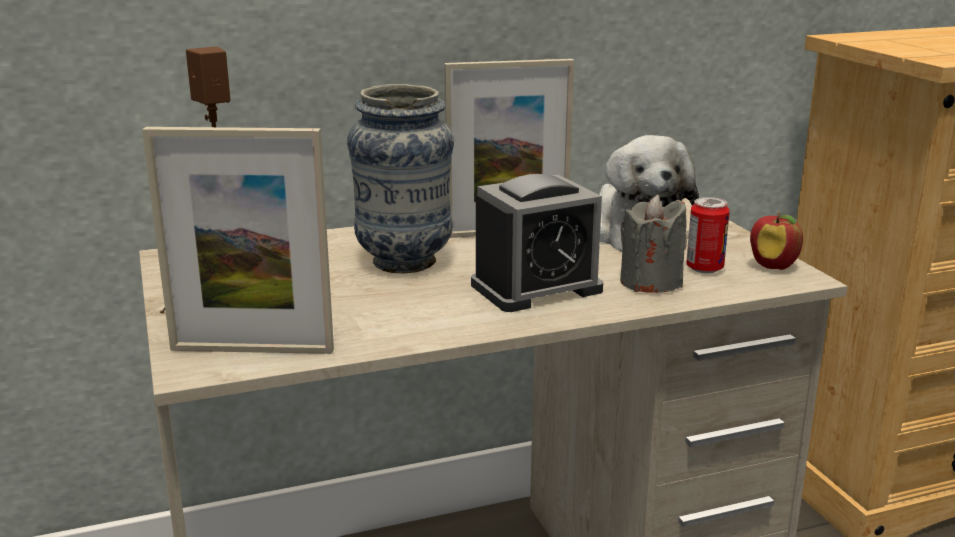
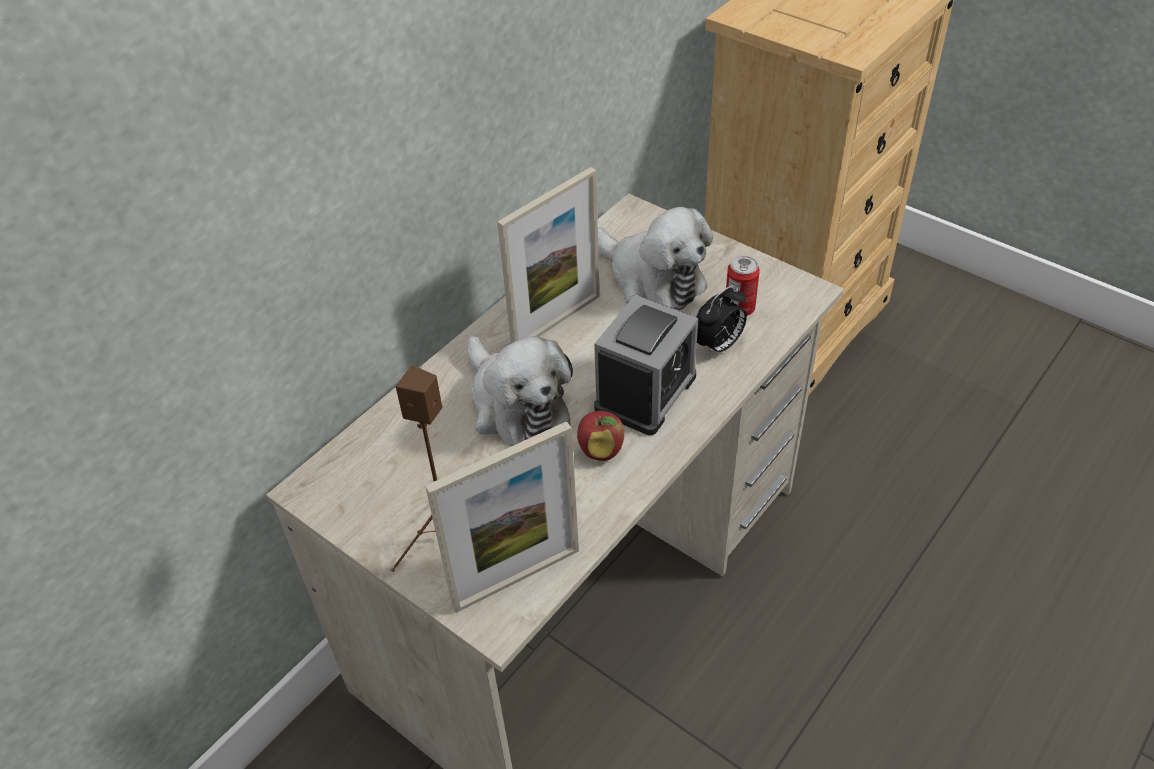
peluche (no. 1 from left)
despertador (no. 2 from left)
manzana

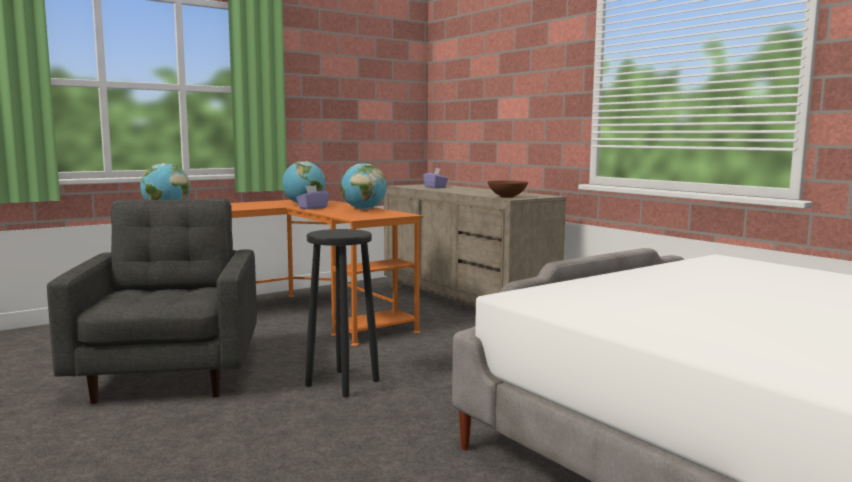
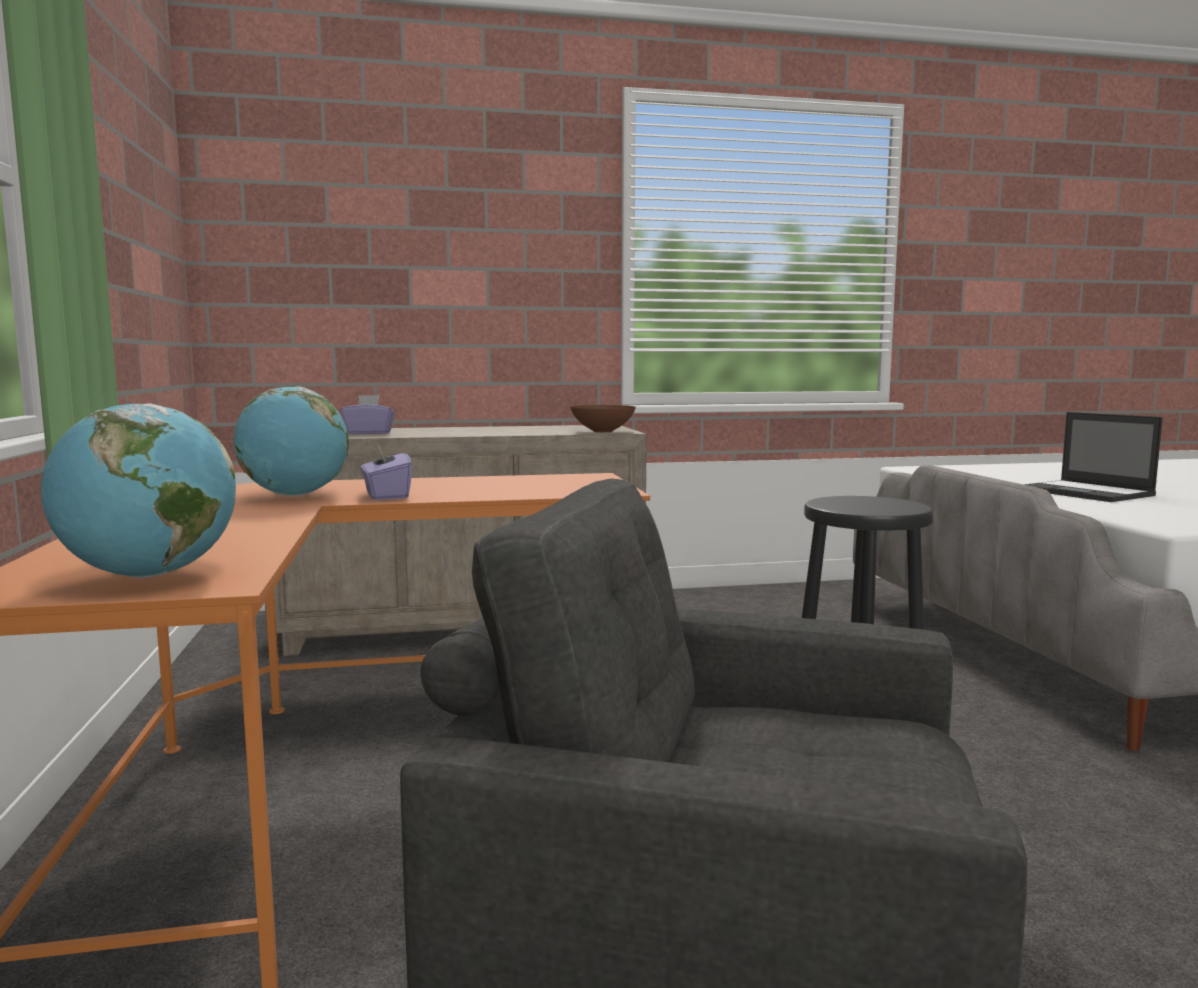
globo terráqueo (no. 3 from left in the first image)
portátil

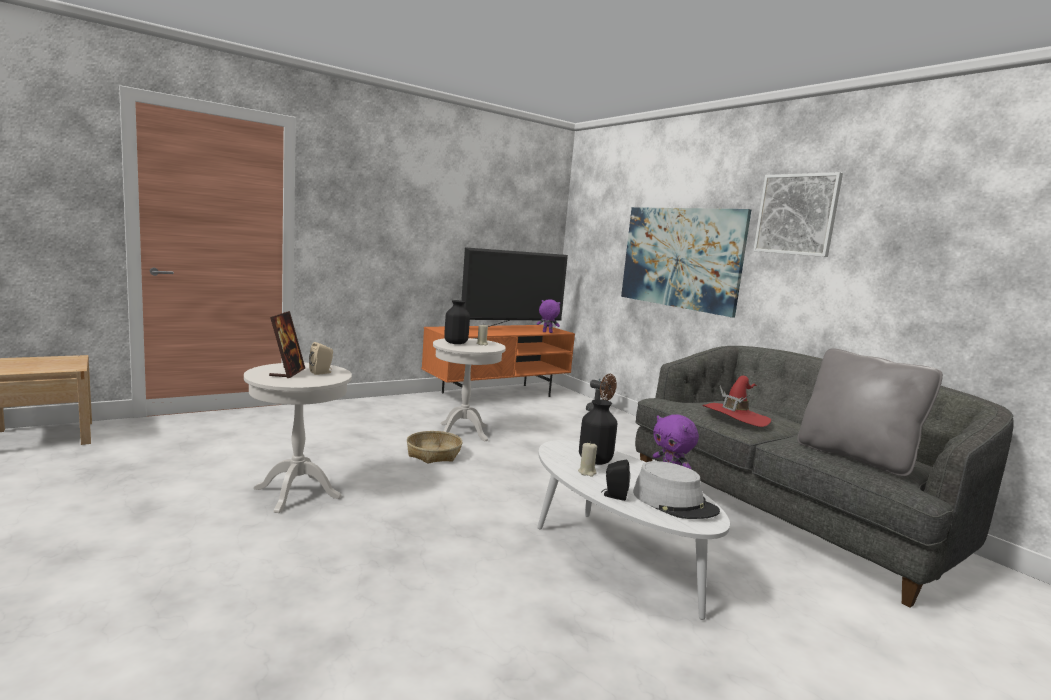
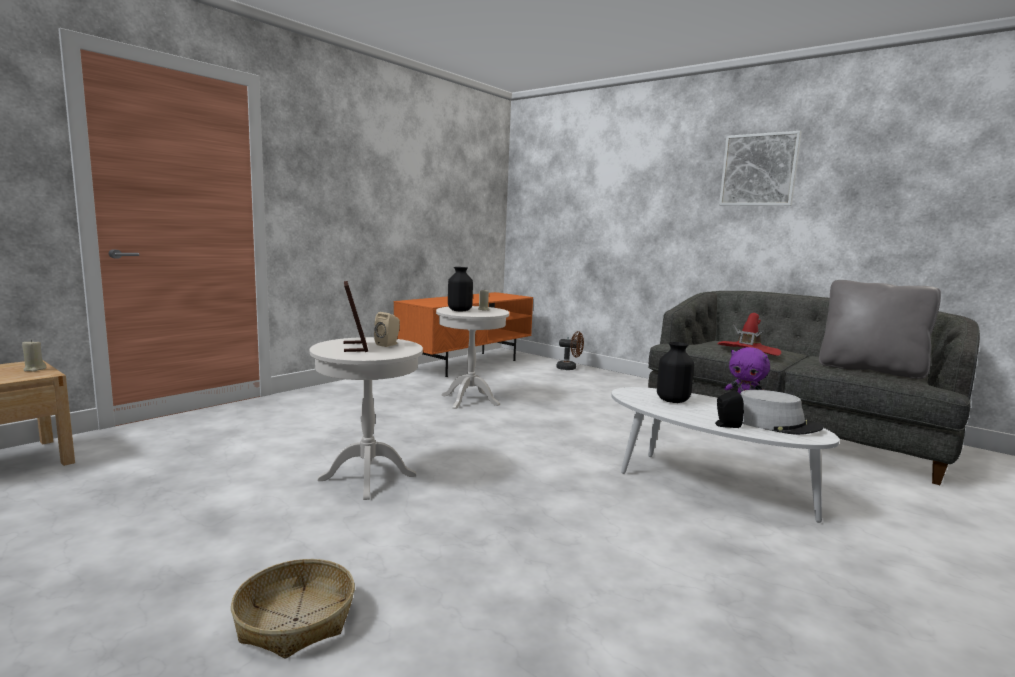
cuadro (no. 1 from left in the first image)
televisor
peluche (morado) (no. 1 from left in the first image)
cesta
vela (beis) (no. 1 from left)

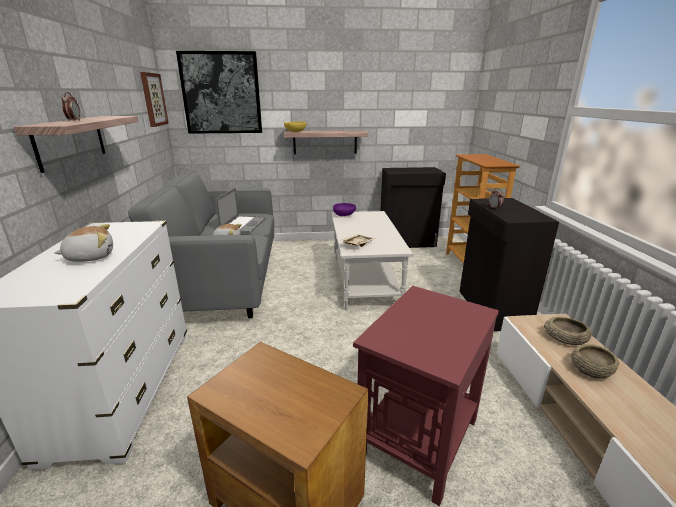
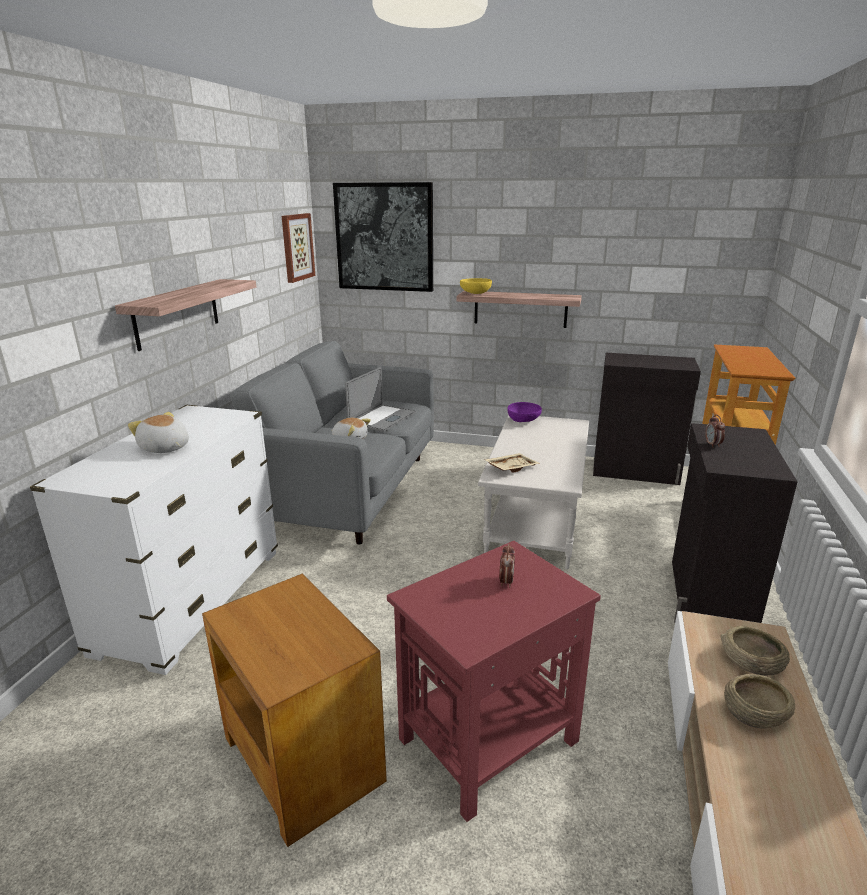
despertador (no. 1 from left)
peluche (no. 1 from left)

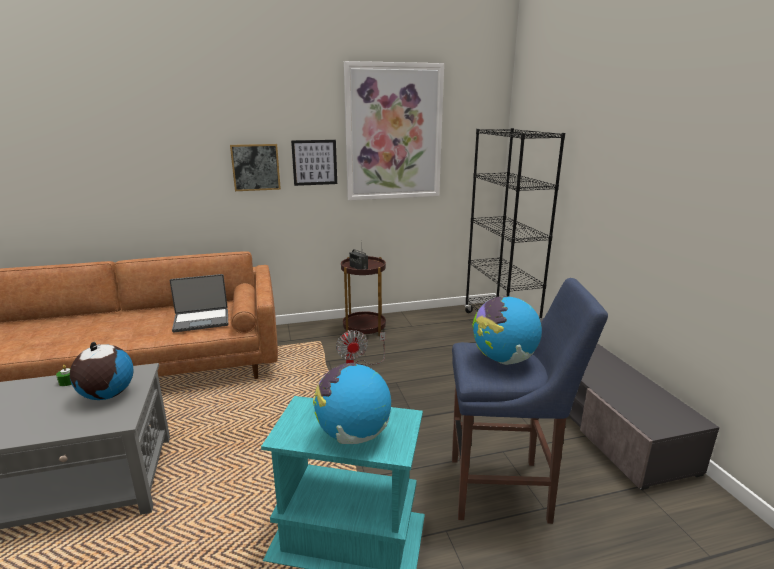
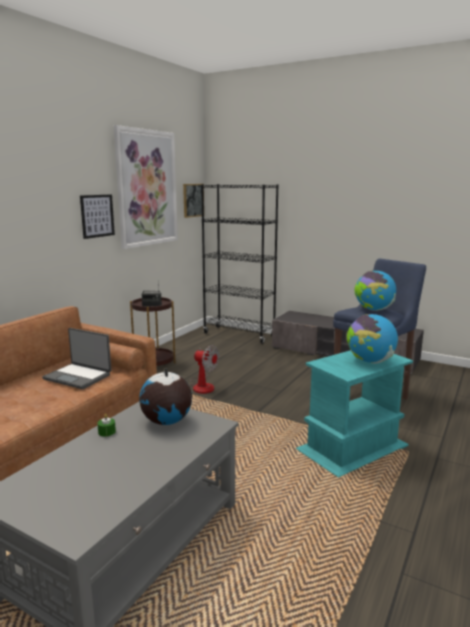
cuadro (no. 3 from left)
portátil

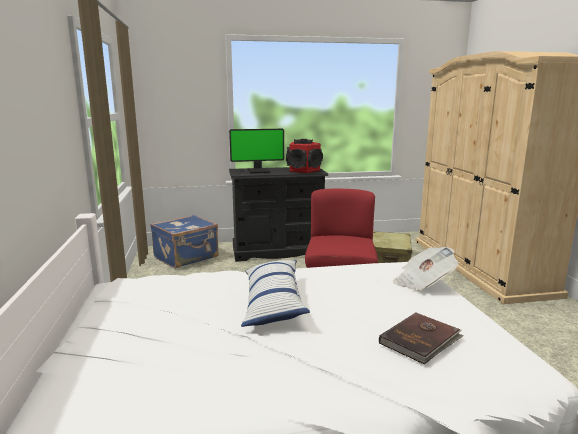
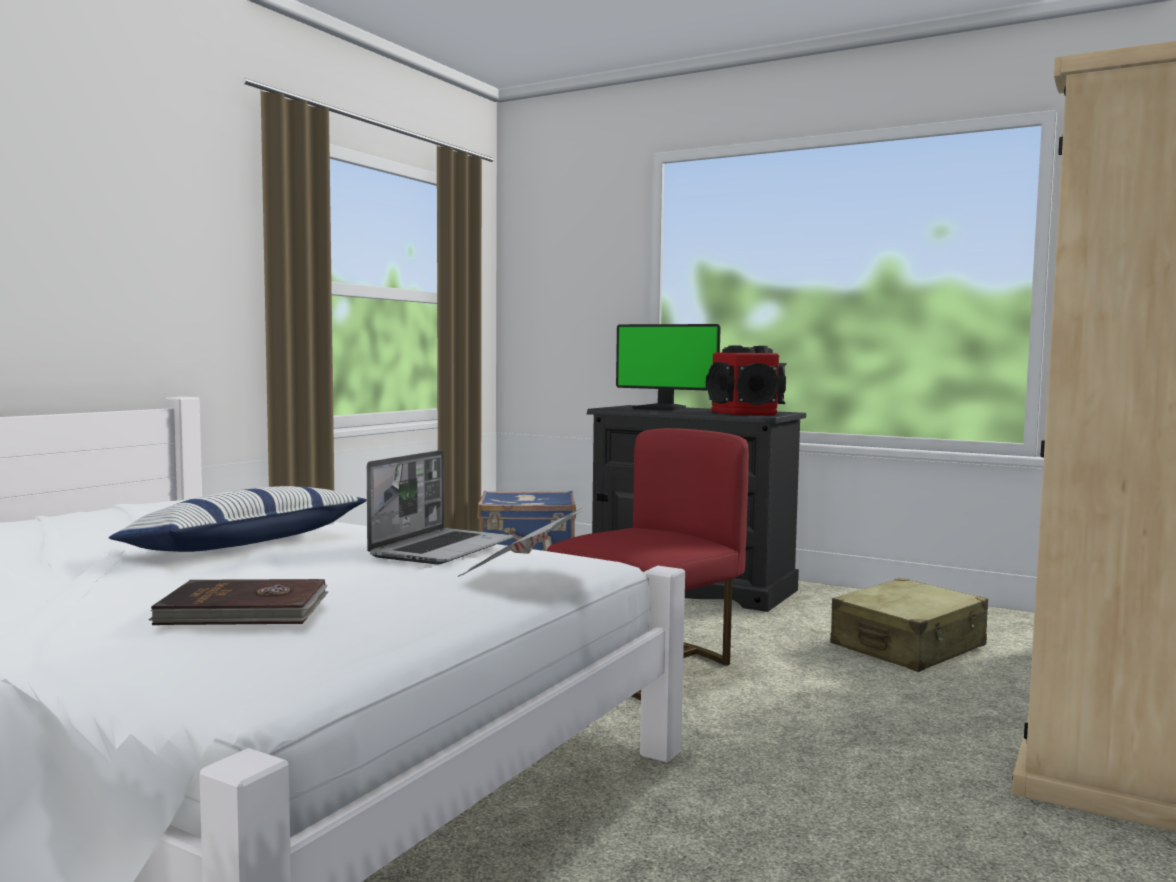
portátil

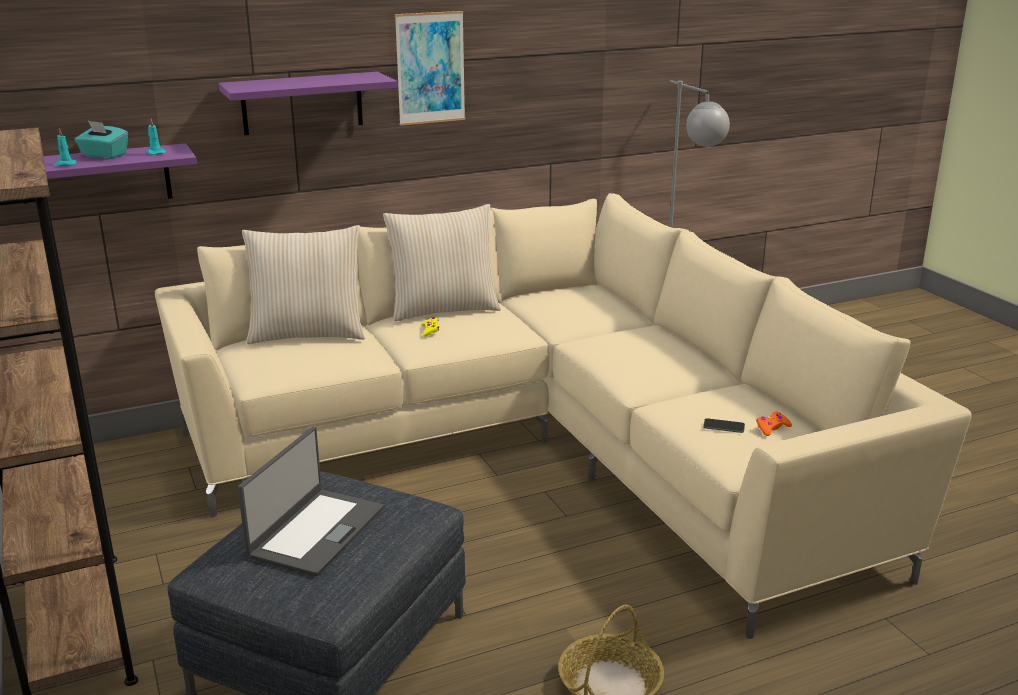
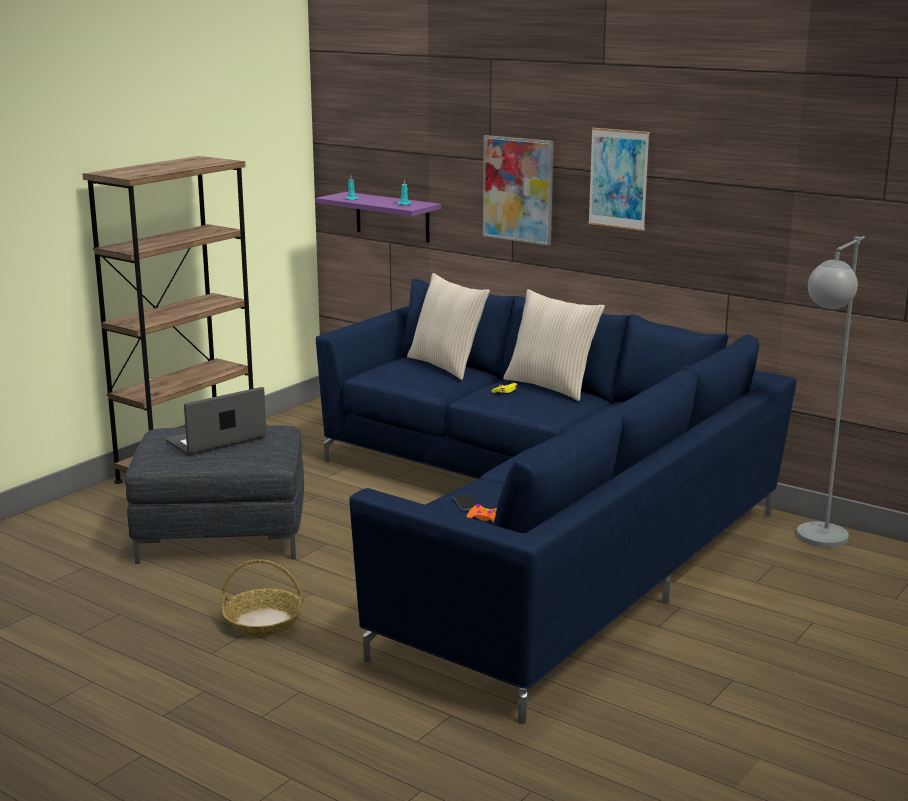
cuadro (no. 1 from left)
caja de pañuelos (turquesa)
sofá (azul)
portátil

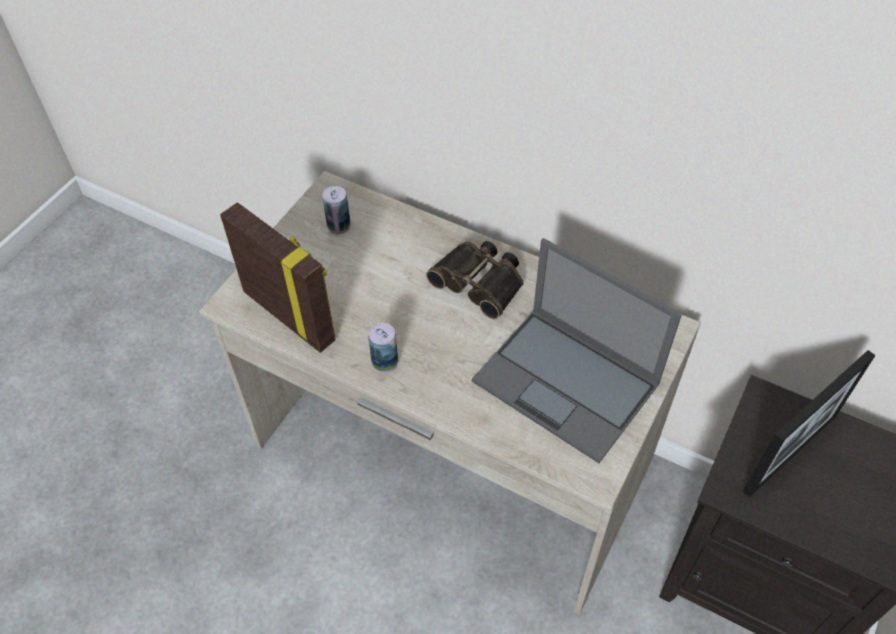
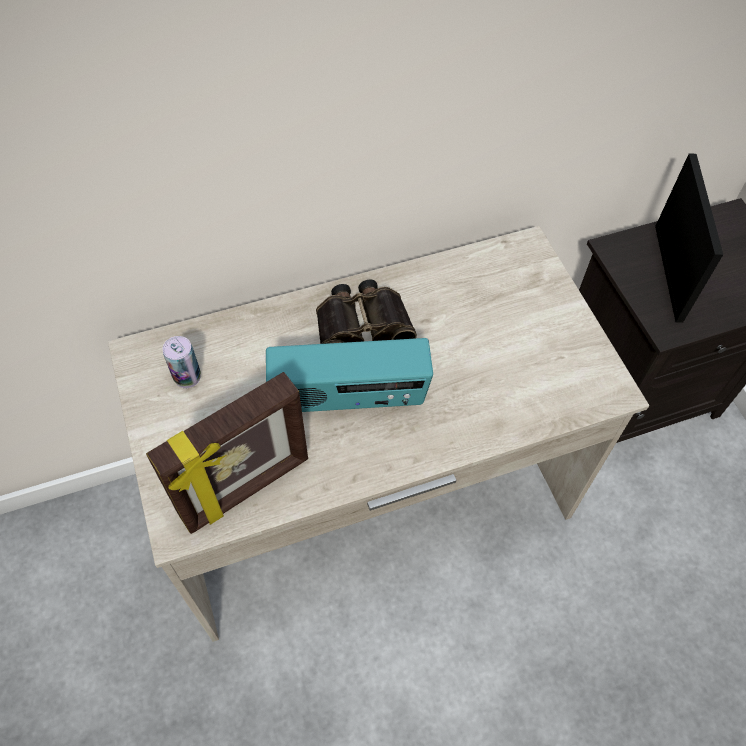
portarretratos (no. 1 from left)
portátil
lata (no. 2 from left in the first image)
radio

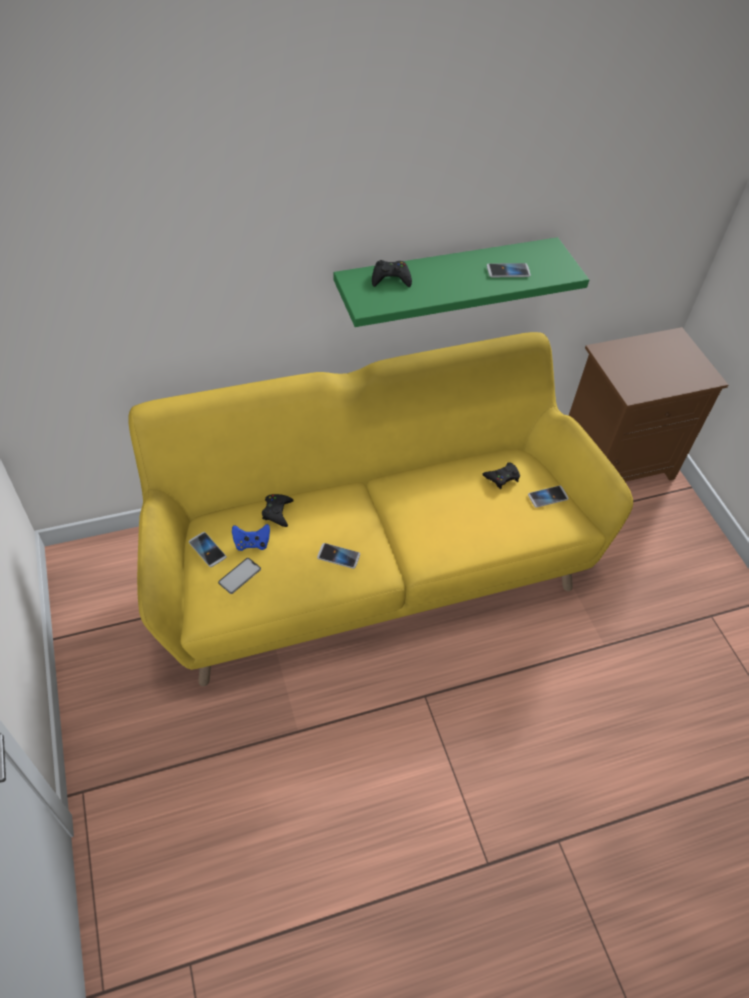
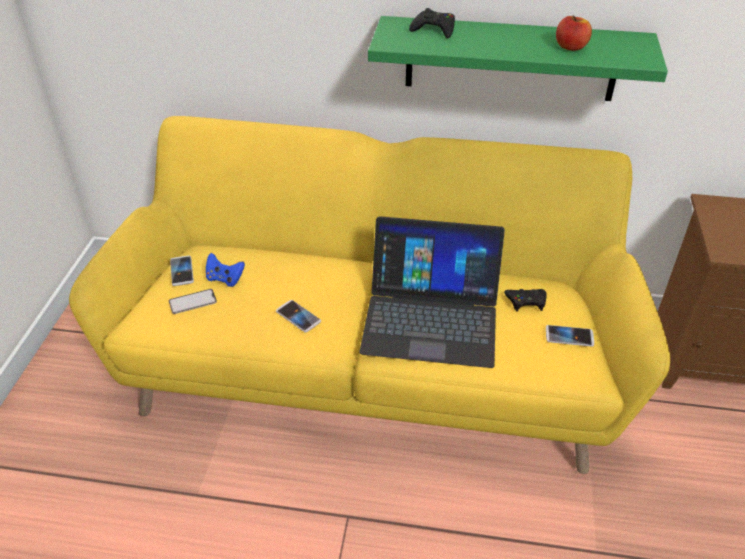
manzana
mando de consola (negro) (no. 1 from left in the first image)
portátil

